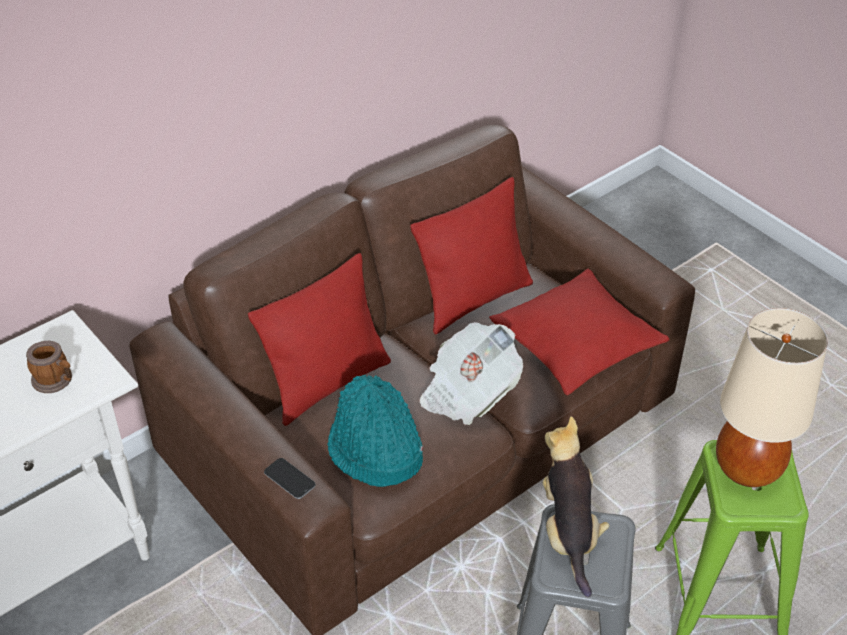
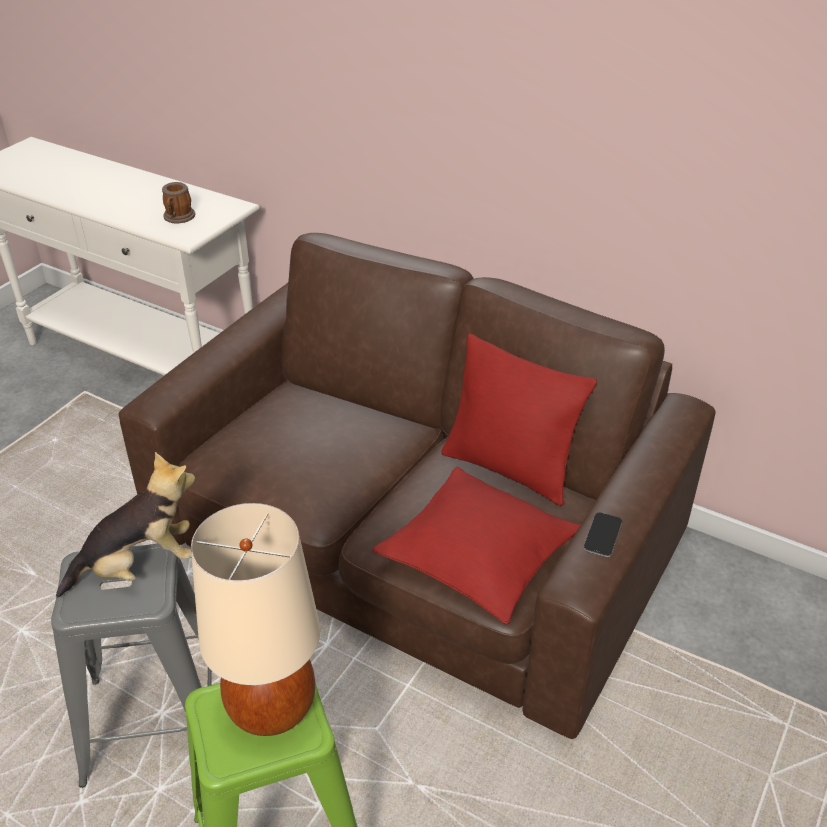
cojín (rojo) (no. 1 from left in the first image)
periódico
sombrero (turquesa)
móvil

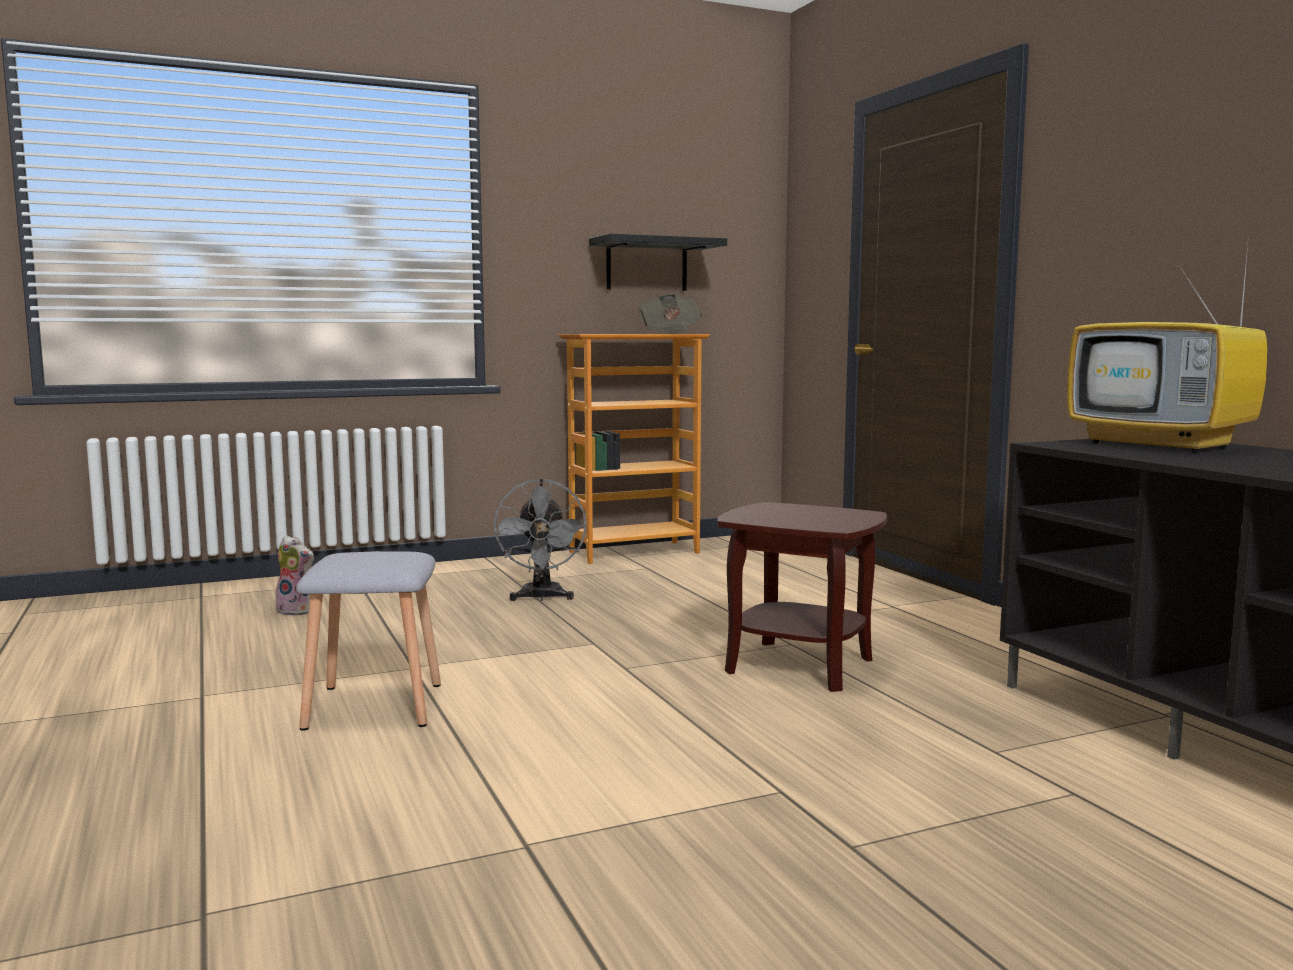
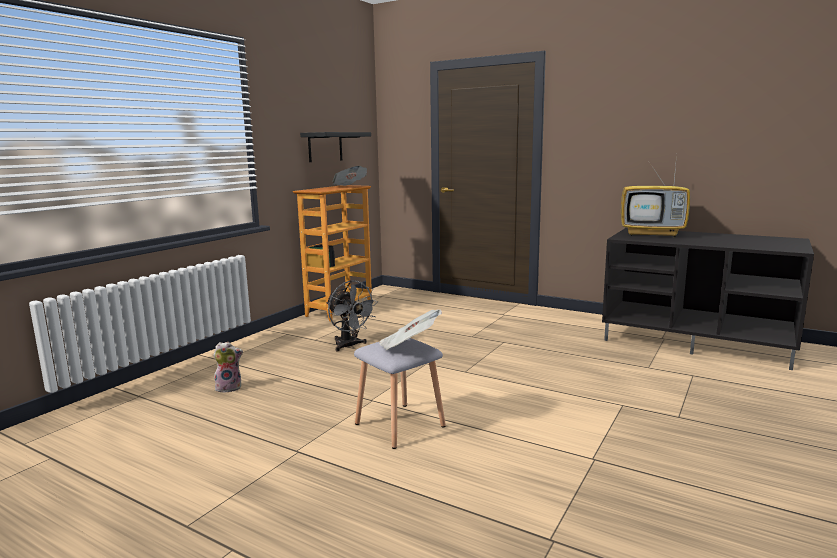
mesa auxiliar (marrón)
periódico (no. 2 from left)

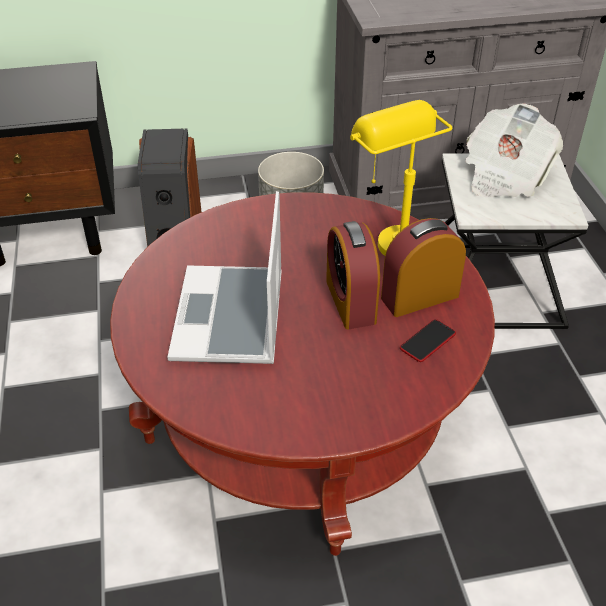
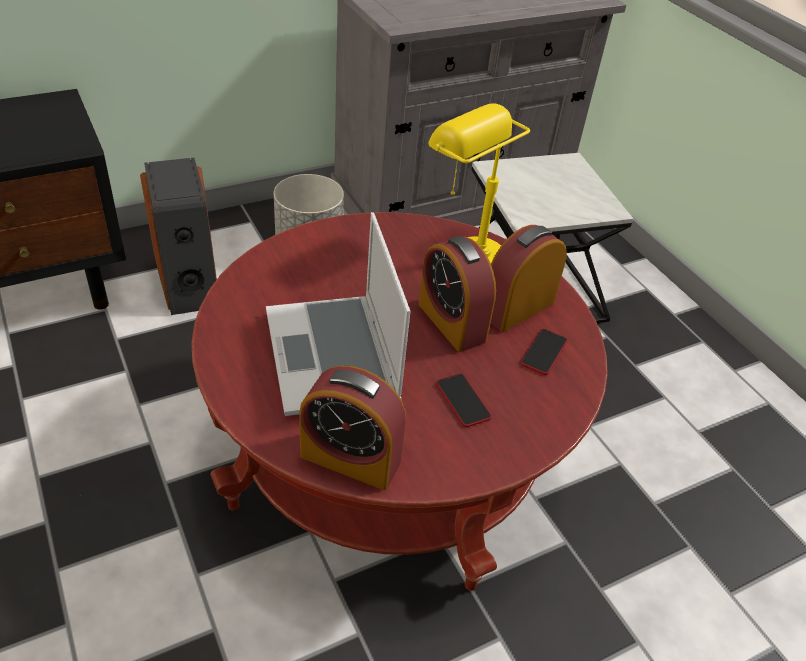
periódico
despertador (no. 1 from left)
móvil (no. 1 from left)

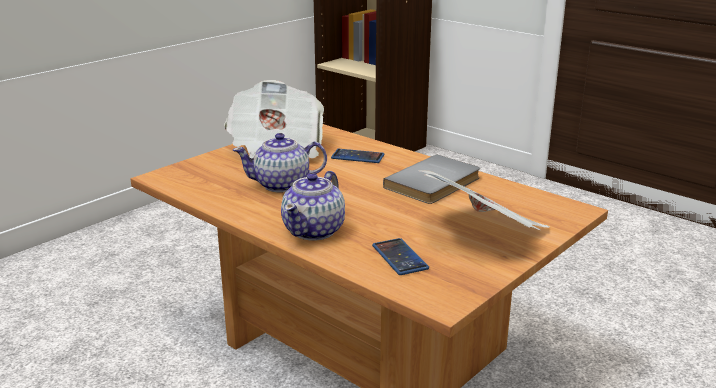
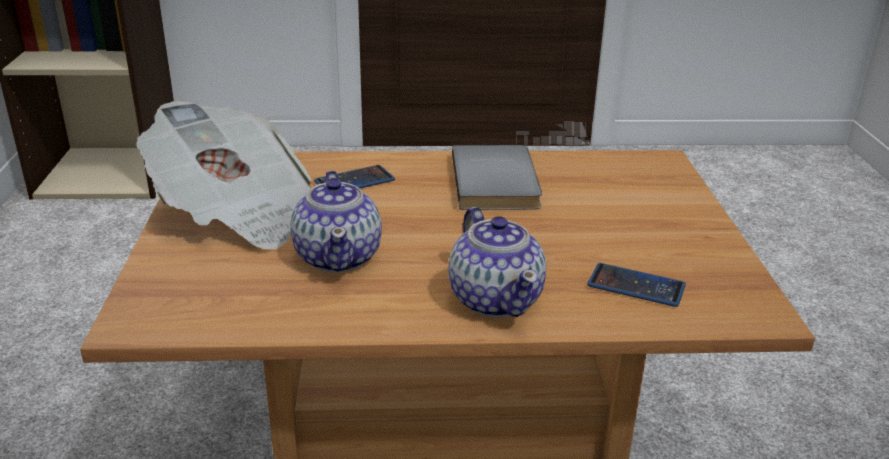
tetera (no. 1 from left)
periódico (no. 2 from left in the first image)

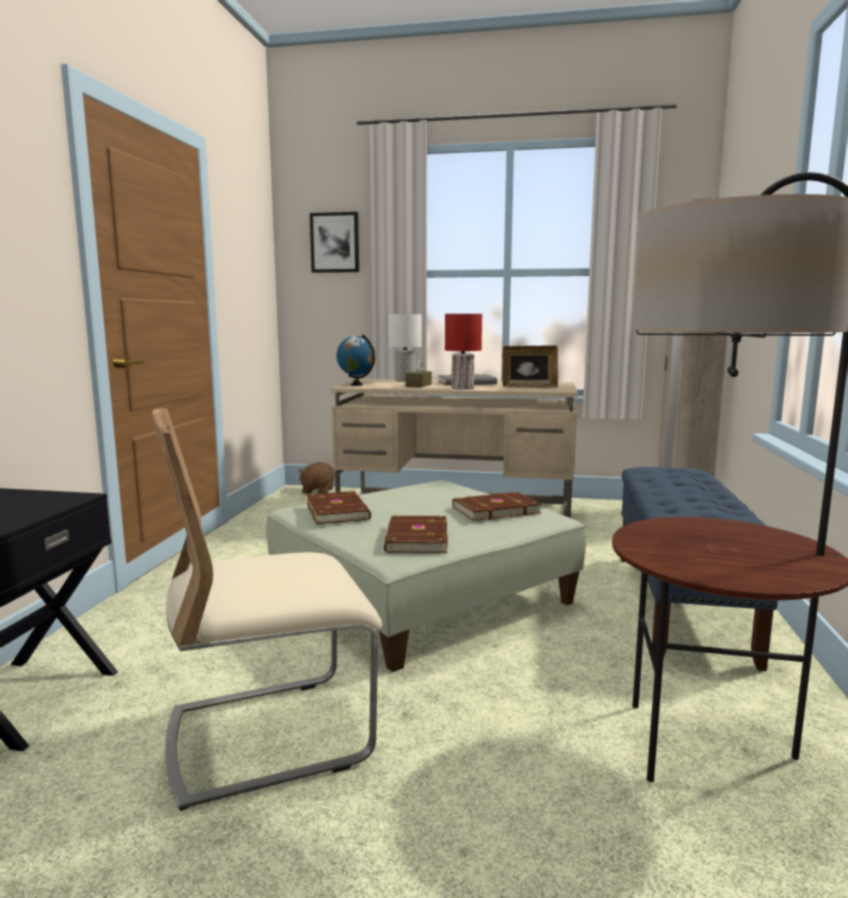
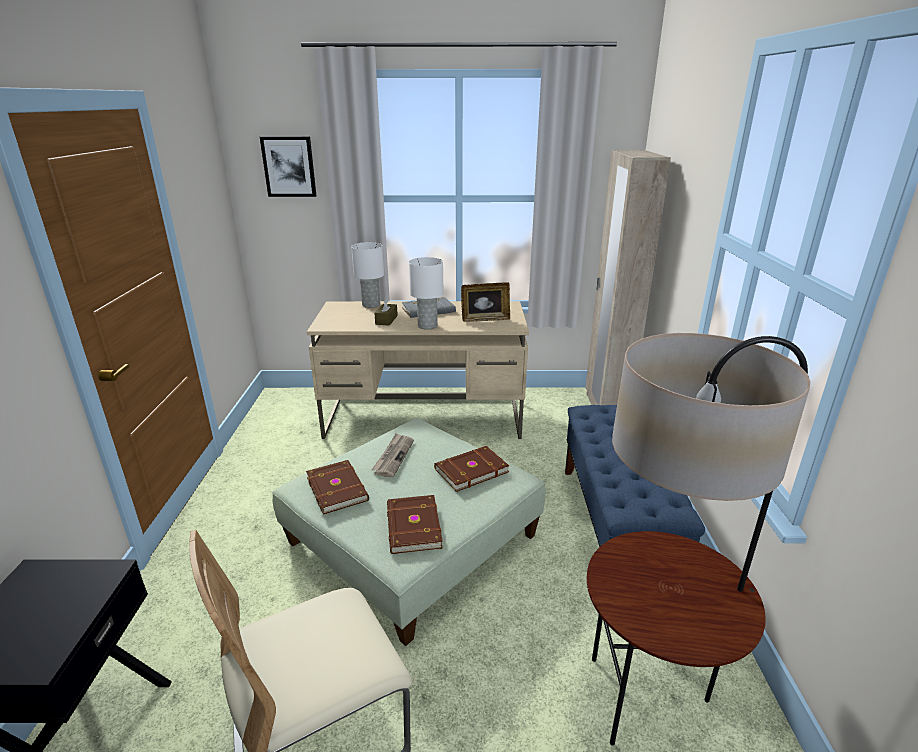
lámpara de mesa (blanco) (no. 2 from left)
globo terráqueo
peluche (marrón)
periódico

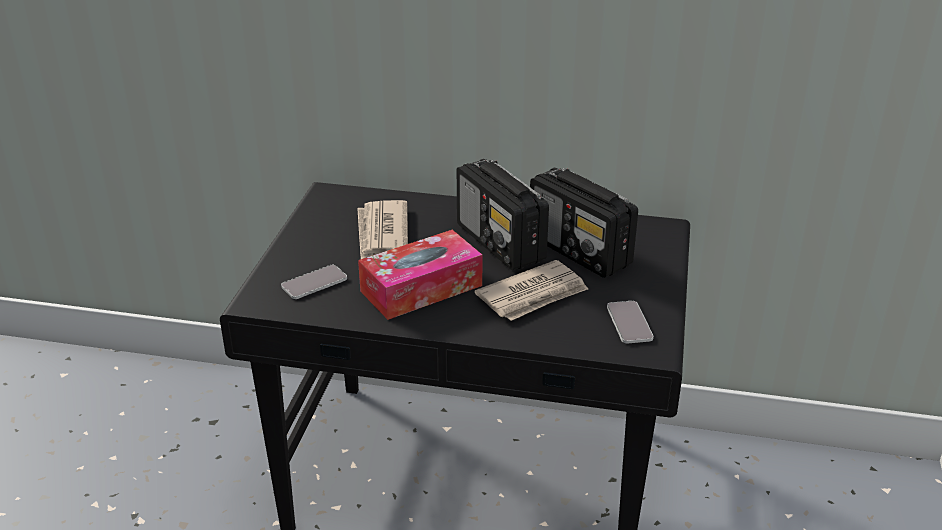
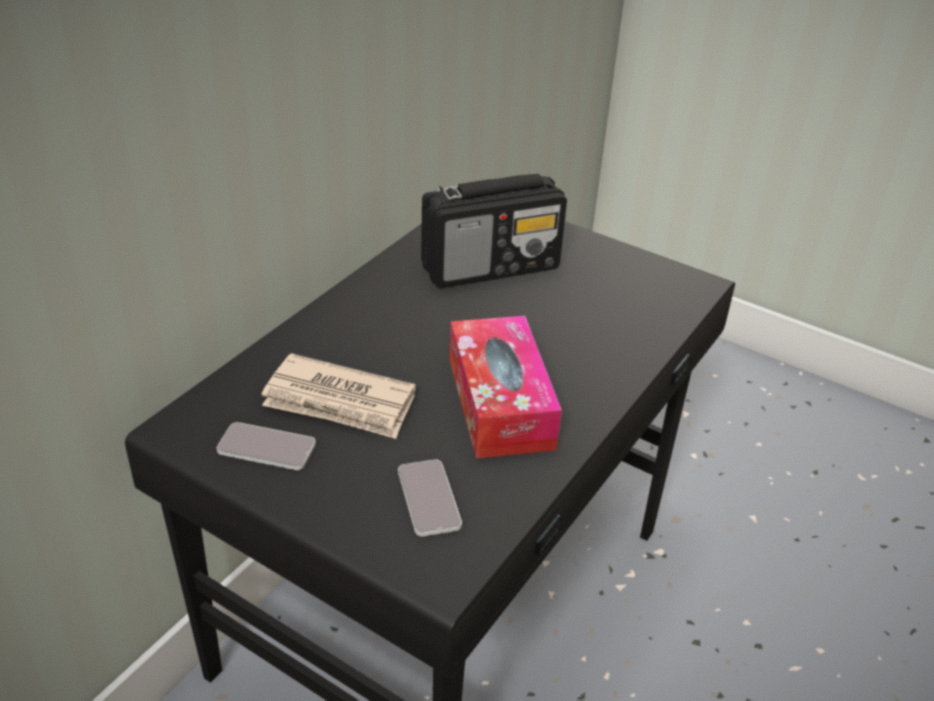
radio (no. 1 from left in the first image)
periódico (no. 2 from left in the first image)
móvil (no. 1 from left)

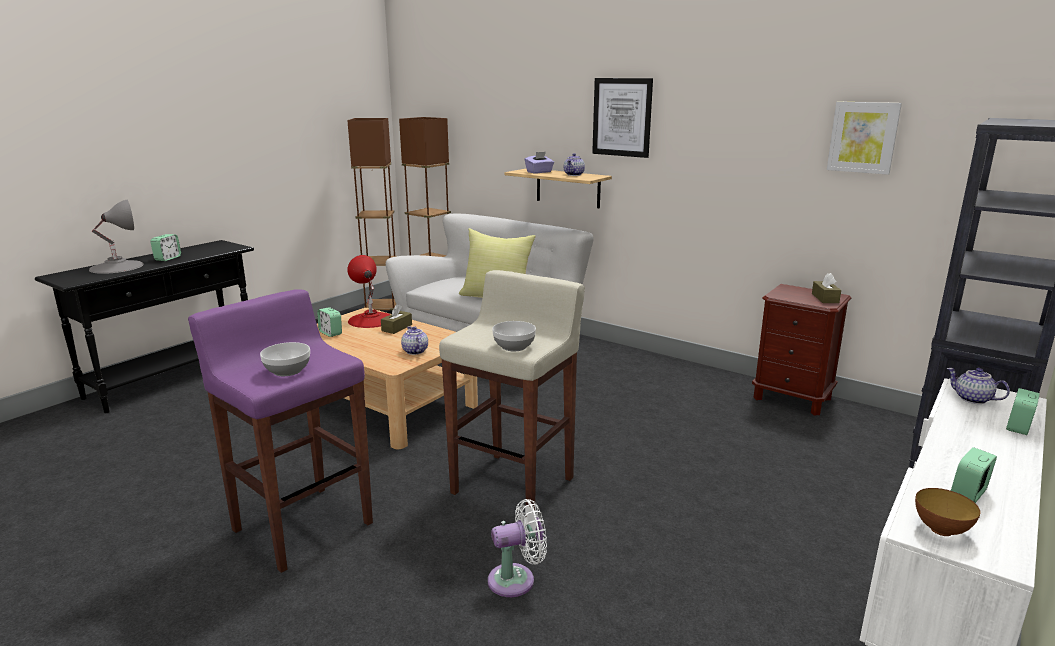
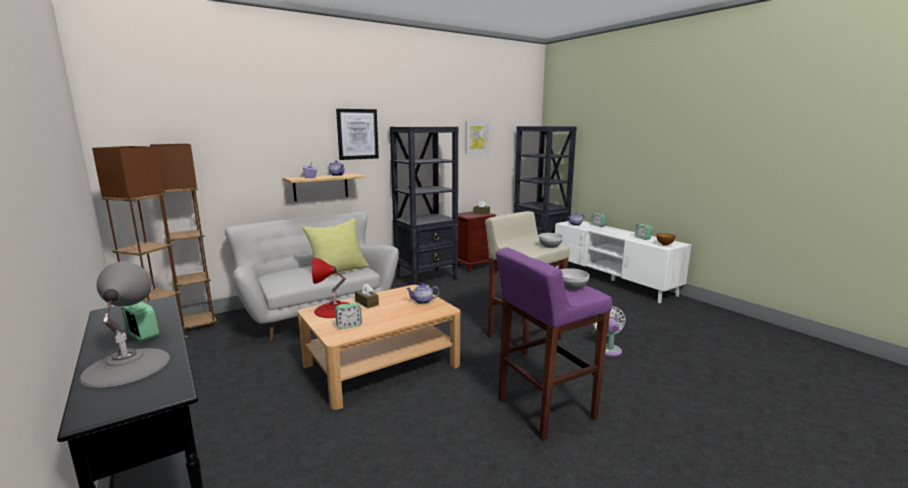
estantería (negro) (no. 1 from left)

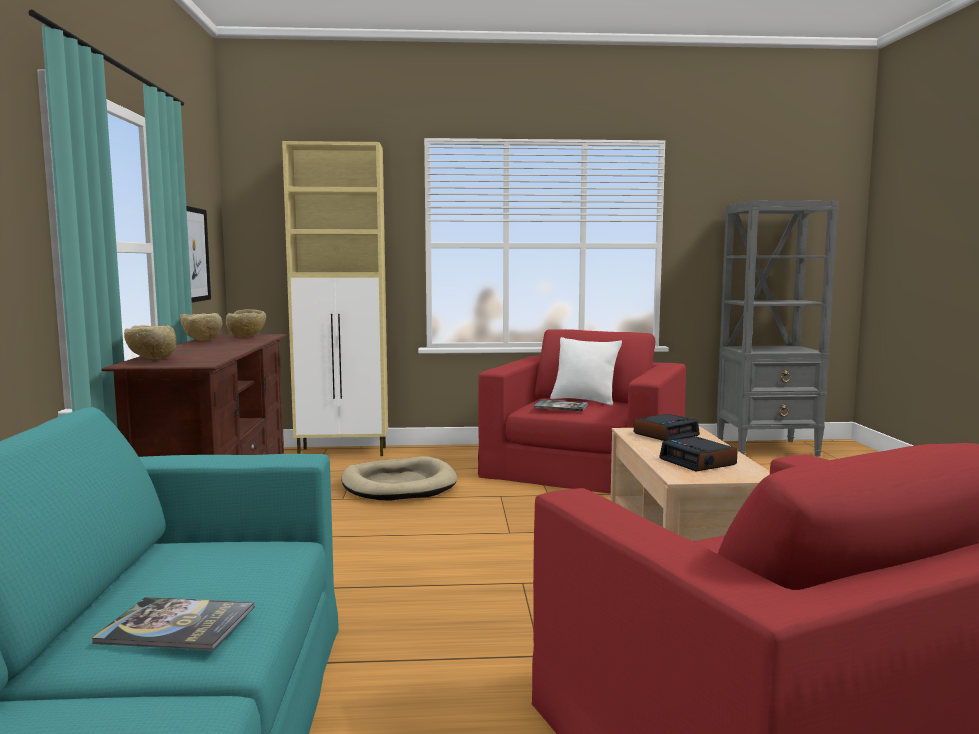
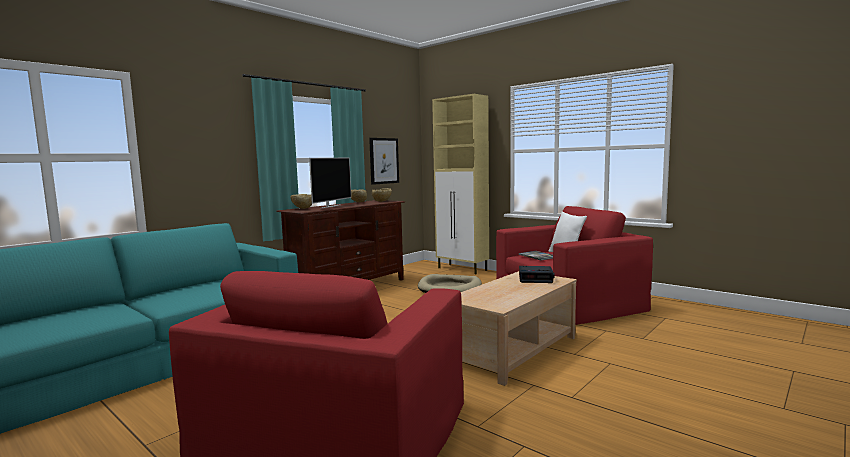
estantería (gris)
despertador (no. 2 from left in the first image)
libro (no. 1 from left in the first image)
televisor

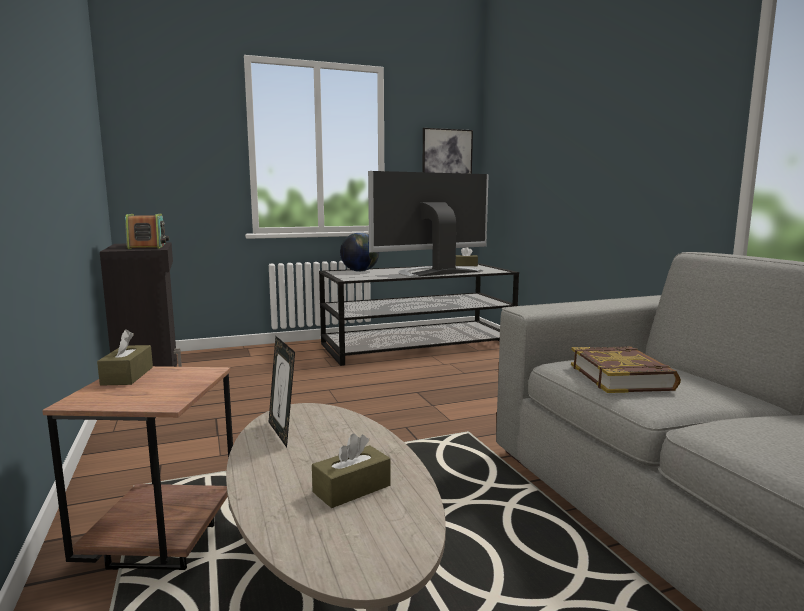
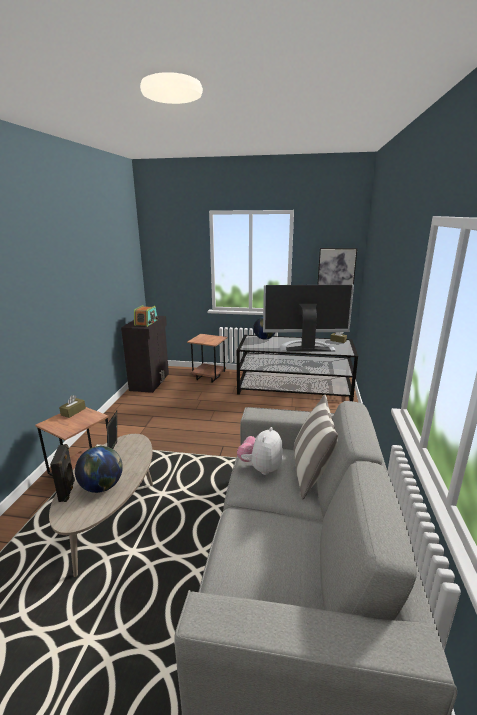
peluche
globo terráqueo (no. 1 from left)
mesa auxiliar (marrón) (no. 2 from left)
cojín
altavoz (negro)

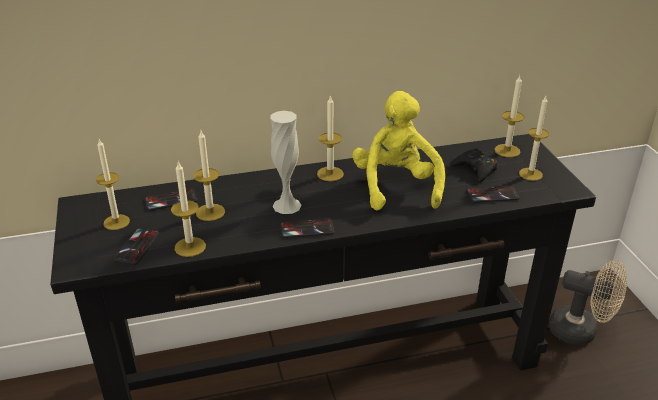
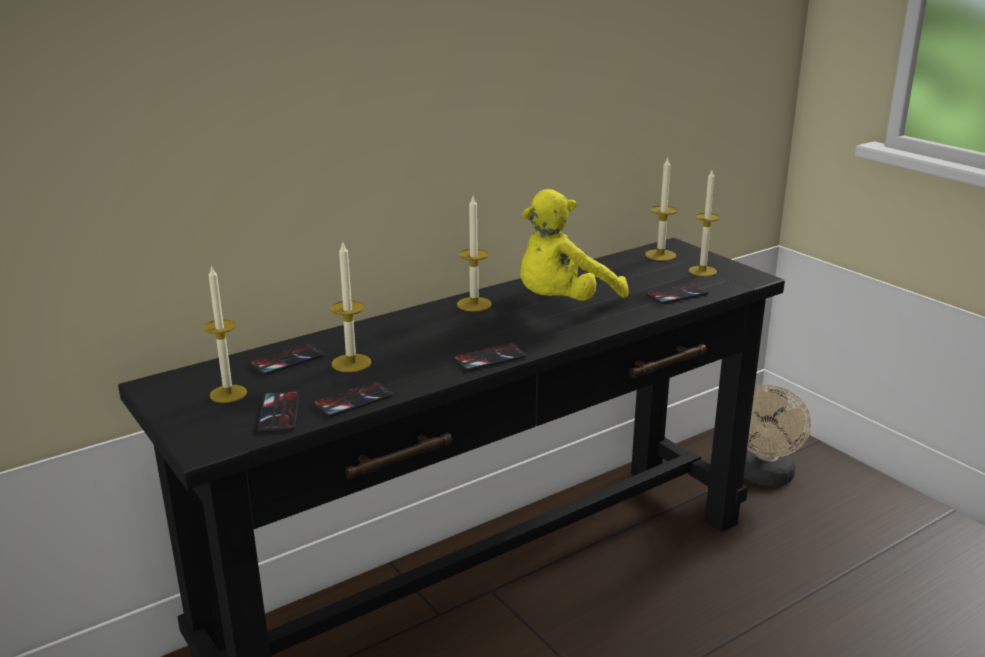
peluche (amarillo)
florero (blanco)
mando de consola (negro)
móvil (no. 3 from left)
ventilador (beis)

